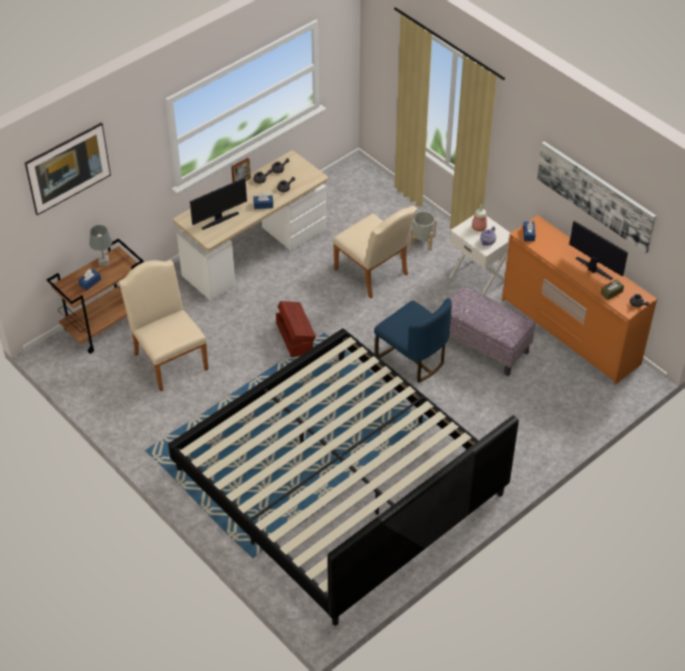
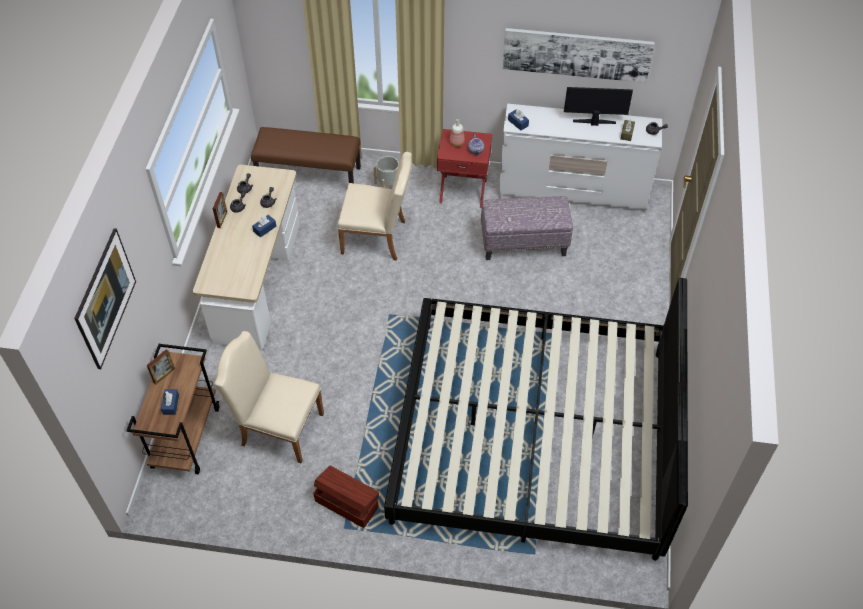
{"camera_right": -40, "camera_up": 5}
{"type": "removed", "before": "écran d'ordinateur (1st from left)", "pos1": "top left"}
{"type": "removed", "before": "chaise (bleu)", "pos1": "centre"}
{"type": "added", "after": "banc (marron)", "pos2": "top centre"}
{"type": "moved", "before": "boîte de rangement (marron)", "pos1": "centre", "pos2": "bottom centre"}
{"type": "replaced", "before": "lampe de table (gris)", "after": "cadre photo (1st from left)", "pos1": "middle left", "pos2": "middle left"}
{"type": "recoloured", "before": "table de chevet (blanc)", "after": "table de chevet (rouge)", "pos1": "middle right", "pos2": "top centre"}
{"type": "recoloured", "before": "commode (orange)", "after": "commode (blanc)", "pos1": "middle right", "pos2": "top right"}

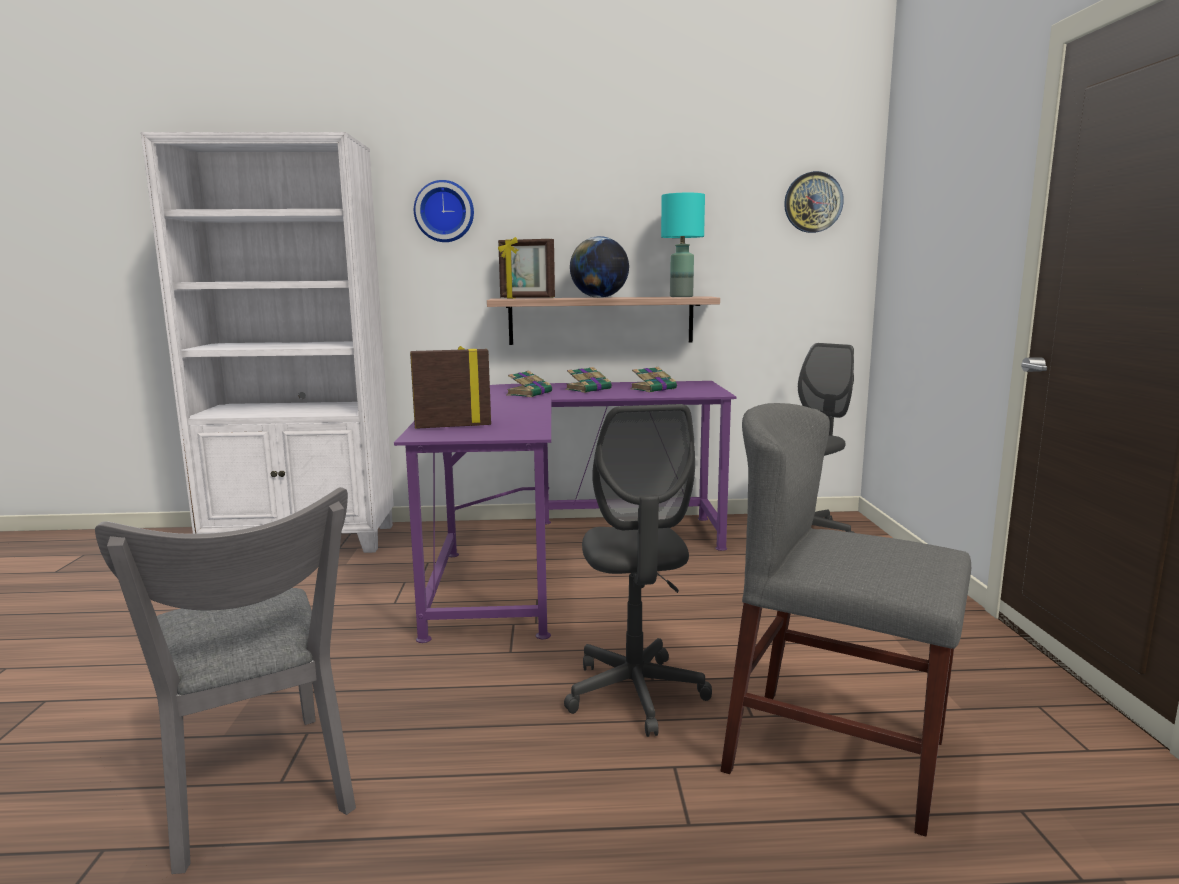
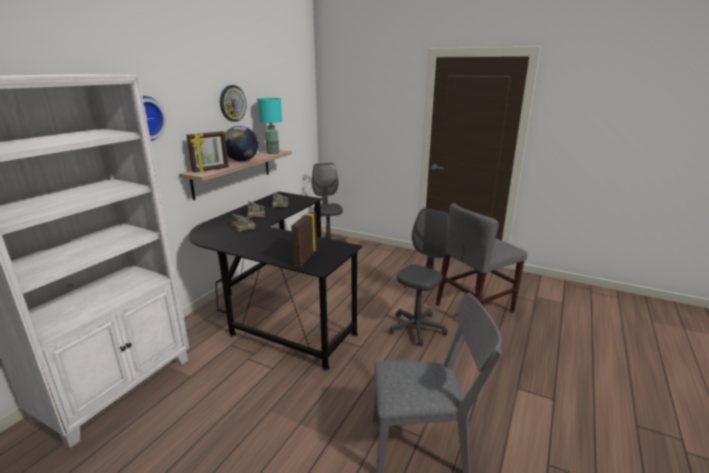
{"camera_right": -60, "camera_up": 10}
{"type": "moved", "before": "horloge murale (2nd from left)", "pos1": "top right", "pos2": "top left"}
{"type": "recoloured", "before": "bureau (violet)", "after": "bureau (noir)", "pos1": "centre", "pos2": "centre"}
{"type": "turned", "before": "chaise de bureau (gris) (1st from left in the first image)", "pos1": "centre", "pos2": "centre", "turn": -75}

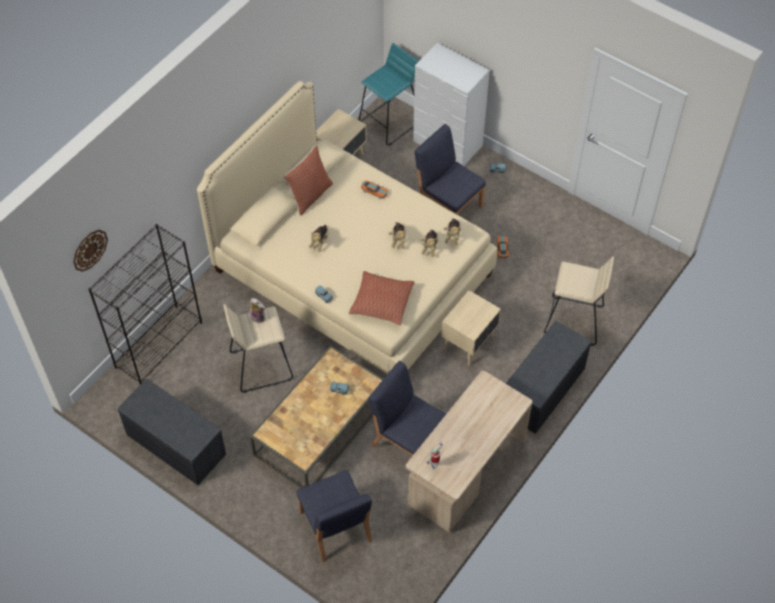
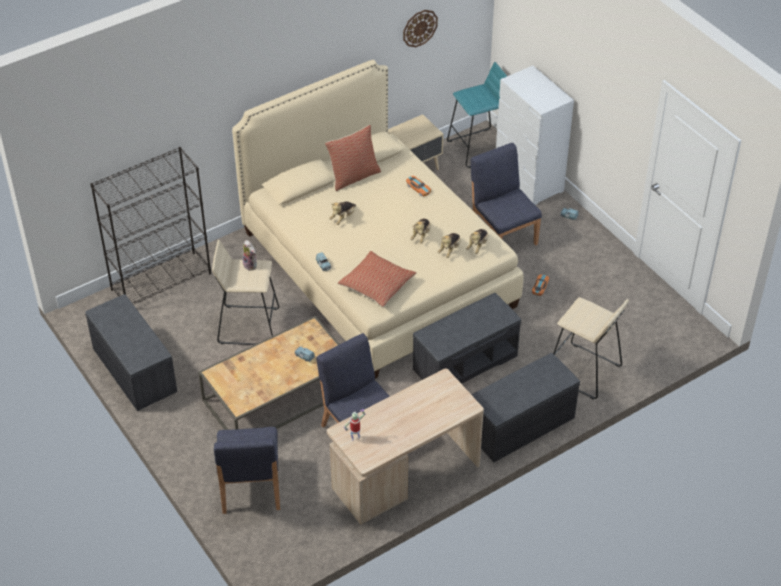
{"camera_right": 20, "camera_up": -10}
{"type": "moved", "before": "horloge murale", "pos1": "middle left", "pos2": "top centre"}
{"type": "replaced", "before": "table de chevet (beige) (2nd from left)", "after": "banc (gris) (2nd from left)", "pos1": "centre", "pos2": "centre"}

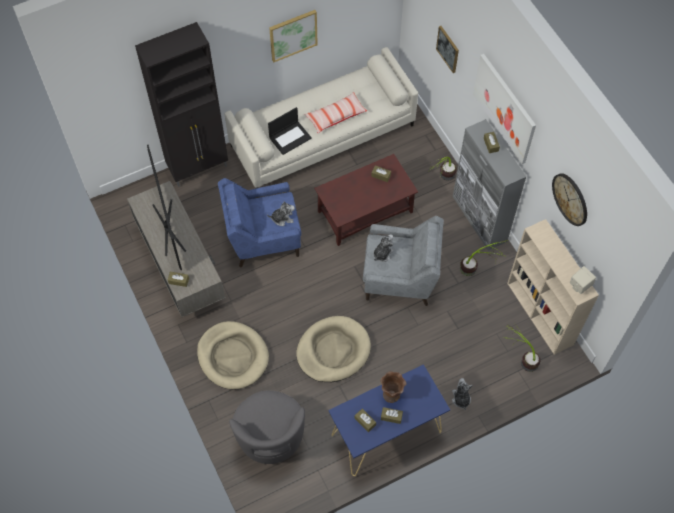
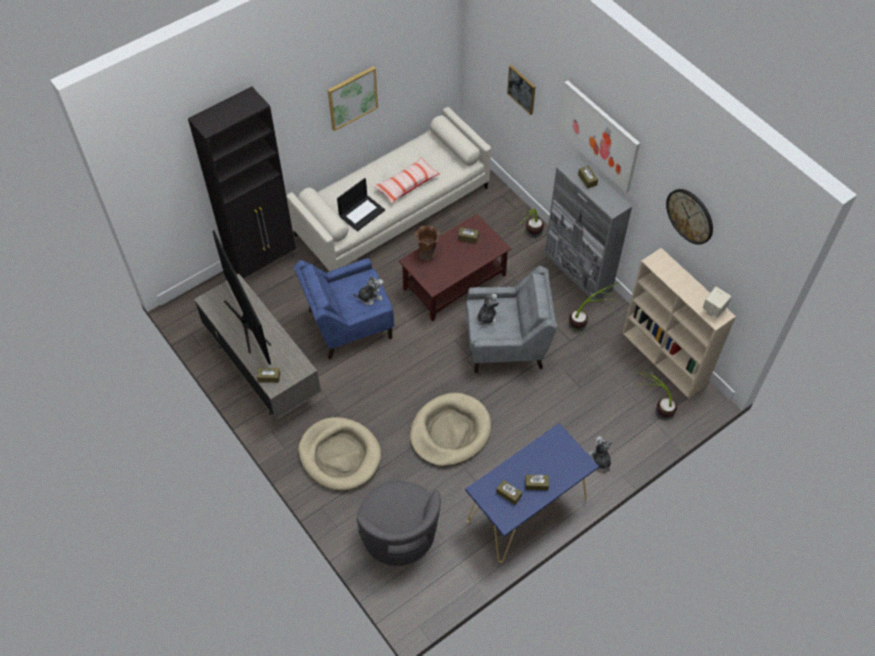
{"camera_right": -10, "camera_up": -5}
{"type": "moved", "before": "vase (marron)", "pos1": "bottom centre", "pos2": "centre"}

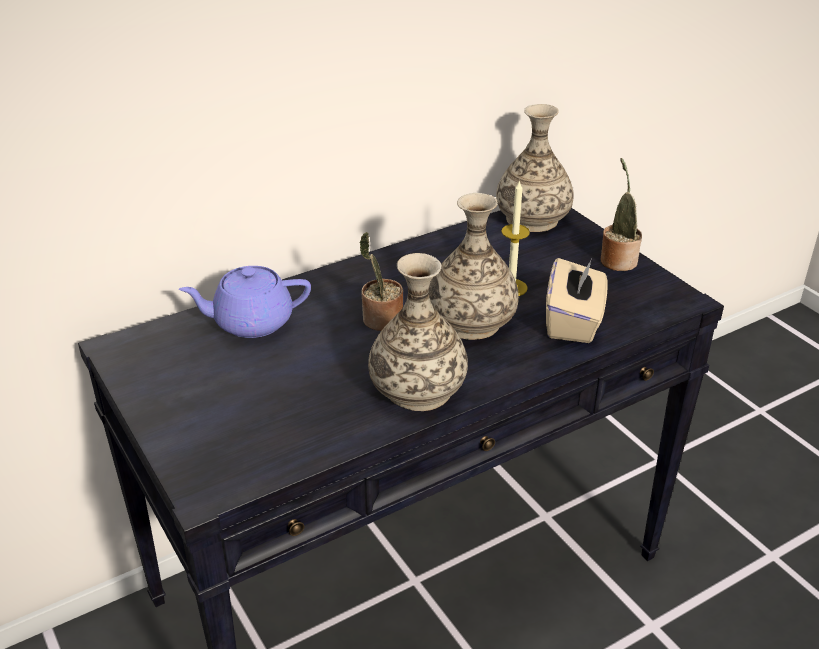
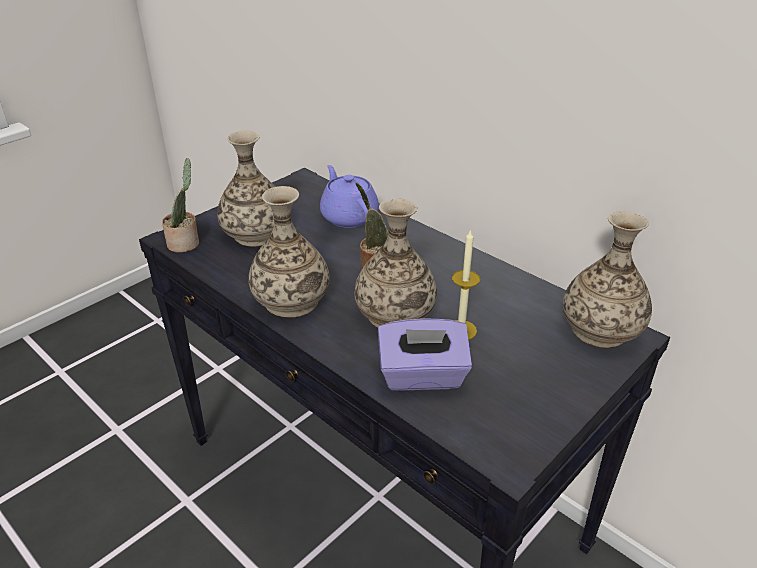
{"camera_right": 75, "camera_up": 0}
{"type": "added", "after": "vase (1st from left)", "pos2": "top left"}
{"type": "moved", "before": "plante en pot (2nd from left in the first image)", "after": "plante en pot (1st from left)", "pos1": "top right", "pos2": "middle left"}
{"type": "recoloured", "before": "boîte à mouchoirs (beige)", "after": "boîte à mouchoirs (violet)", "pos1": "middle right", "pos2": "centre"}

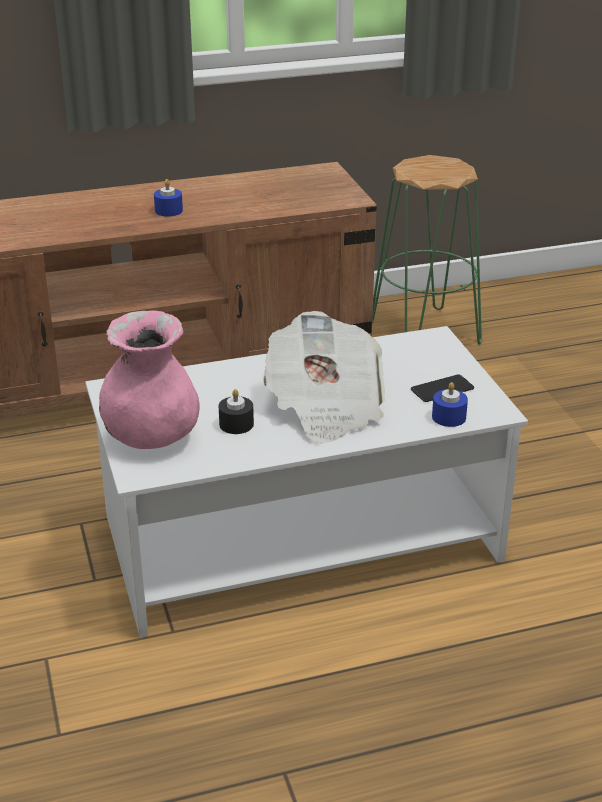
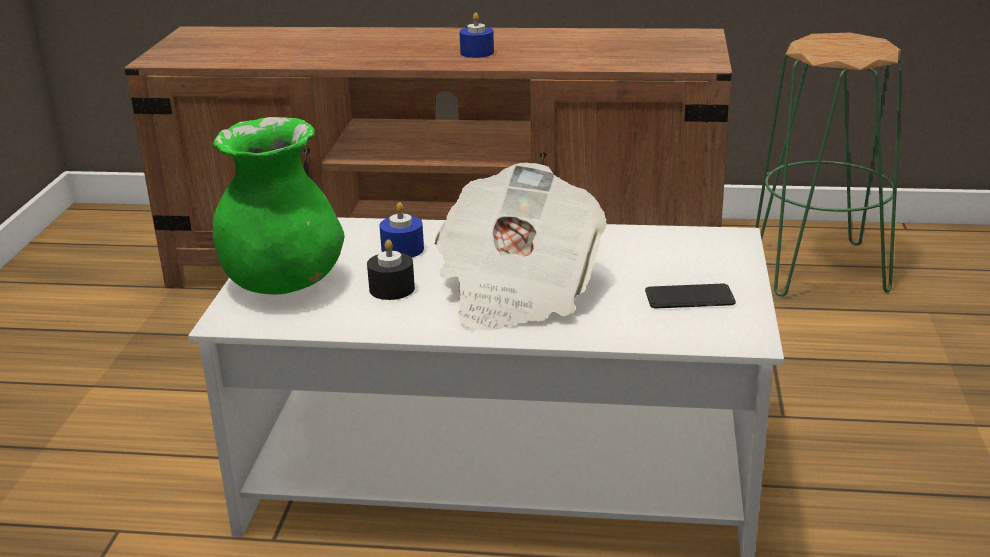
{"camera_right": 25, "camera_up": -5}
{"type": "moved", "before": "bougie (bleu) (2nd from left in the first image)", "after": "bougie (bleu) (1st from left)", "pos1": "middle right", "pos2": "centre"}
{"type": "recoloured", "before": "vase (rose)", "after": "vase (vert)", "pos1": "middle left", "pos2": "middle left"}

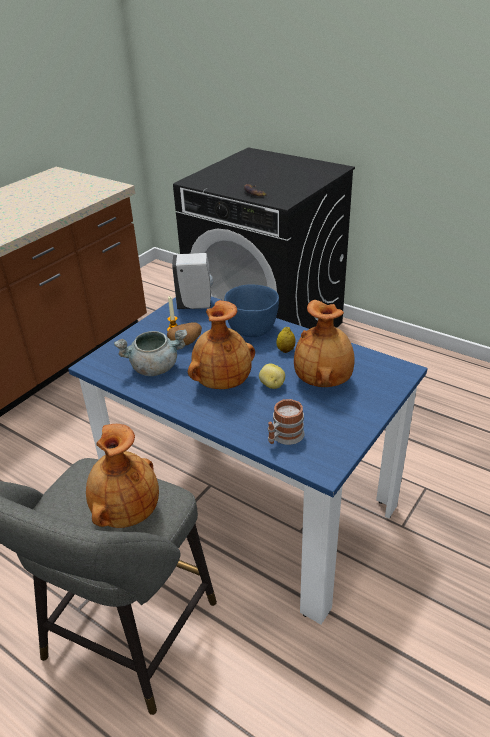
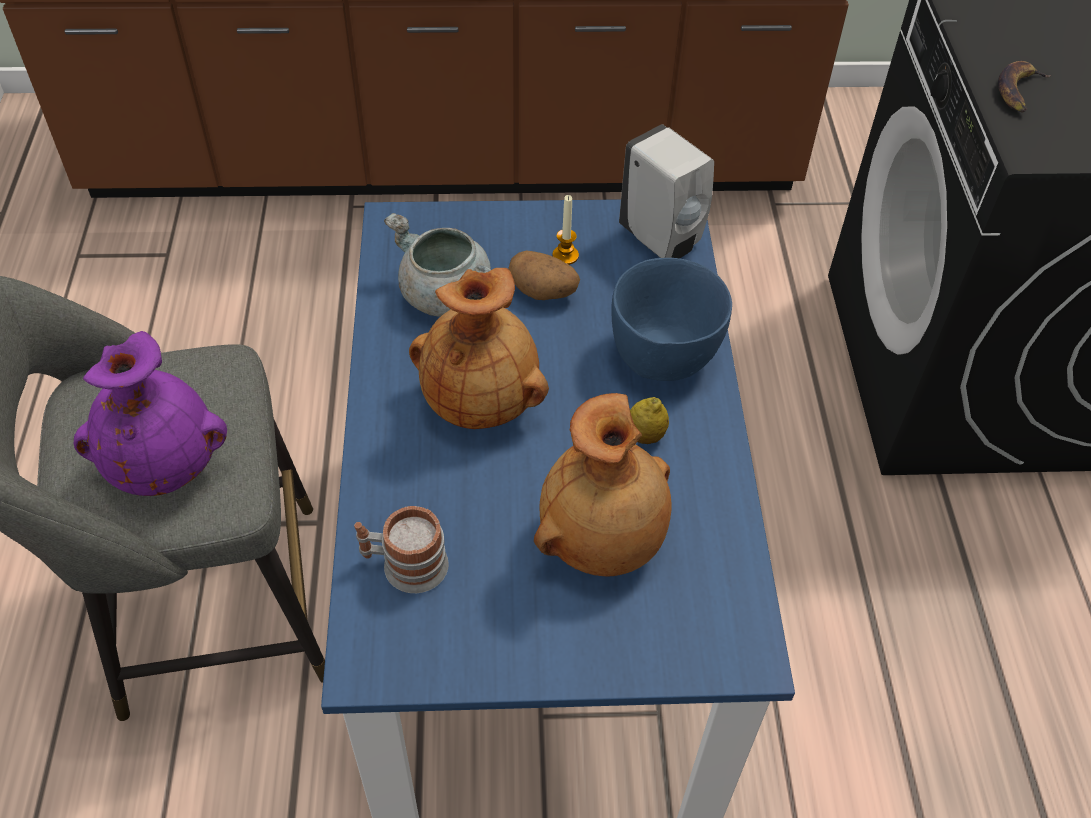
{"camera_right": 50, "camera_up": 15}
{"type": "removed", "before": "pomme de terre (2nd from left)", "pos1": "centre"}
{"type": "recoloured", "before": "vase (marron) (1st from left)", "after": "vase (violet)", "pos1": "middle left", "pos2": "middle left"}

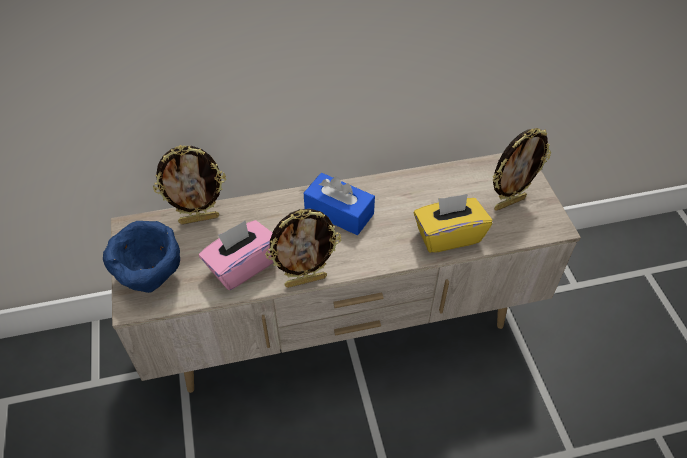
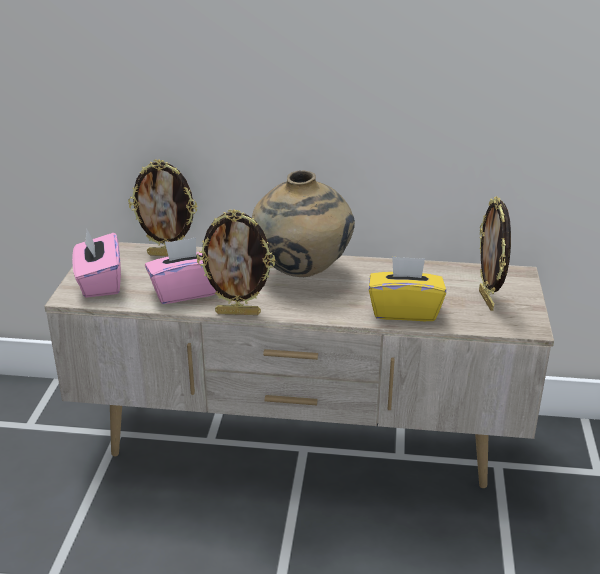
{"camera_right": 20, "camera_up": -20}
{"type": "replaced", "before": "bol (bleu)", "after": "boîte à mouchoirs (rose) (1st from left)", "pos1": "middle left", "pos2": "middle left"}
{"type": "replaced", "before": "boîte à mouchoirs (bleu)", "after": "vase (beige)", "pos1": "centre", "pos2": "centre"}
{"type": "turned", "before": "cadre photo (3rd from left)", "pos1": "middle right", "pos2": "middle right", "turn": 90}

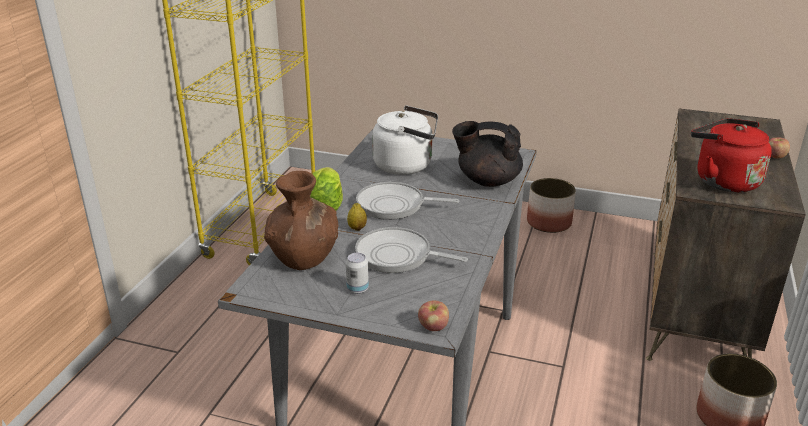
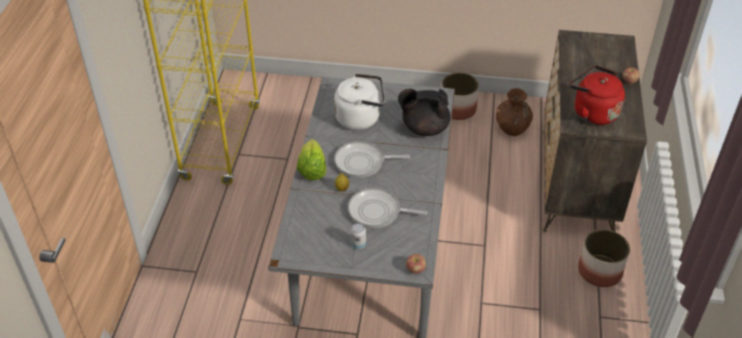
{"camera_right": -10, "camera_up": 15}
{"type": "moved", "before": "vase (marron)", "pos1": "centre", "pos2": "top right"}

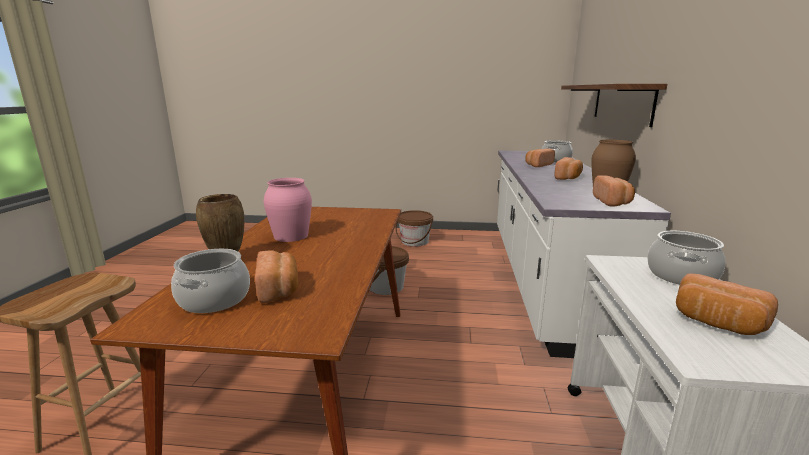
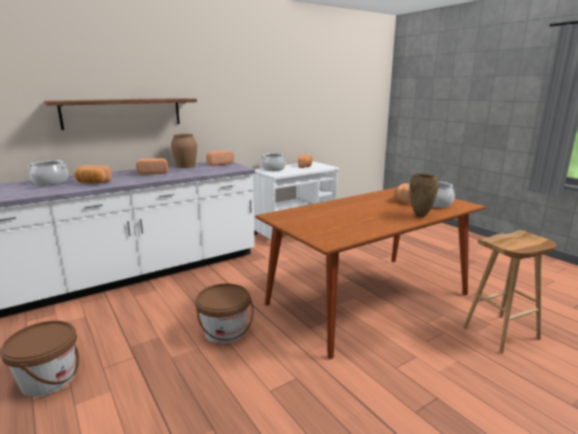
{"camera_right": -130, "camera_up": 0}
{"type": "removed", "before": "vase (rose)", "pos1": "centre"}

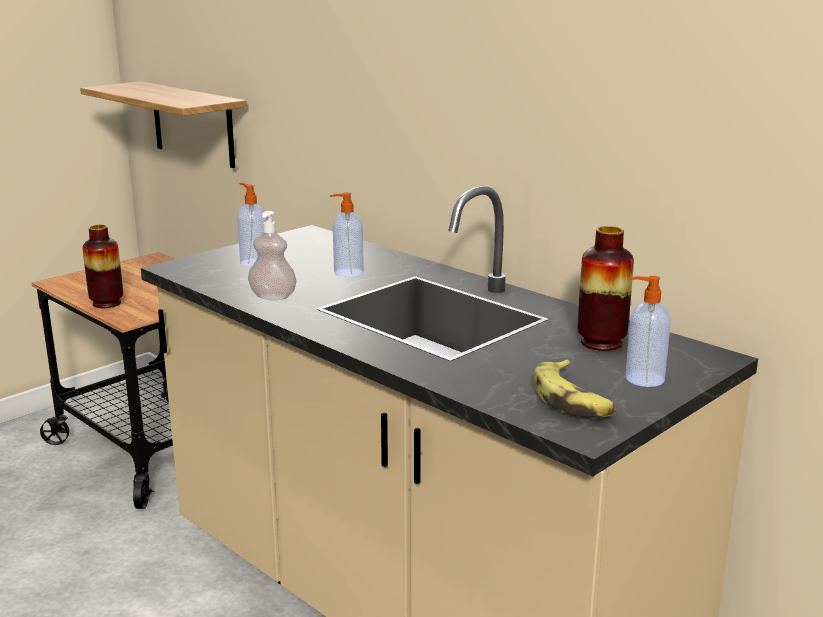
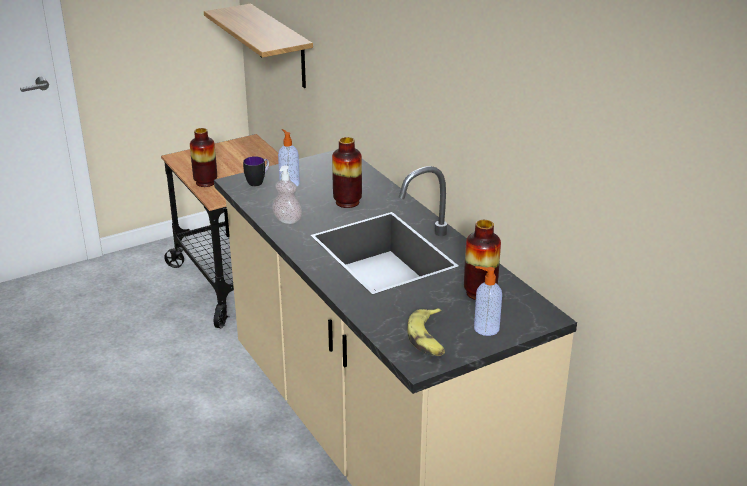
{"camera_right": 15, "camera_up": 10}
{"type": "added", "after": "mug", "pos2": "centre"}
{"type": "replaced", "before": "distributeur de savon (3rd from left)", "after": "vase (2nd from left)", "pos1": "centre", "pos2": "centre"}

